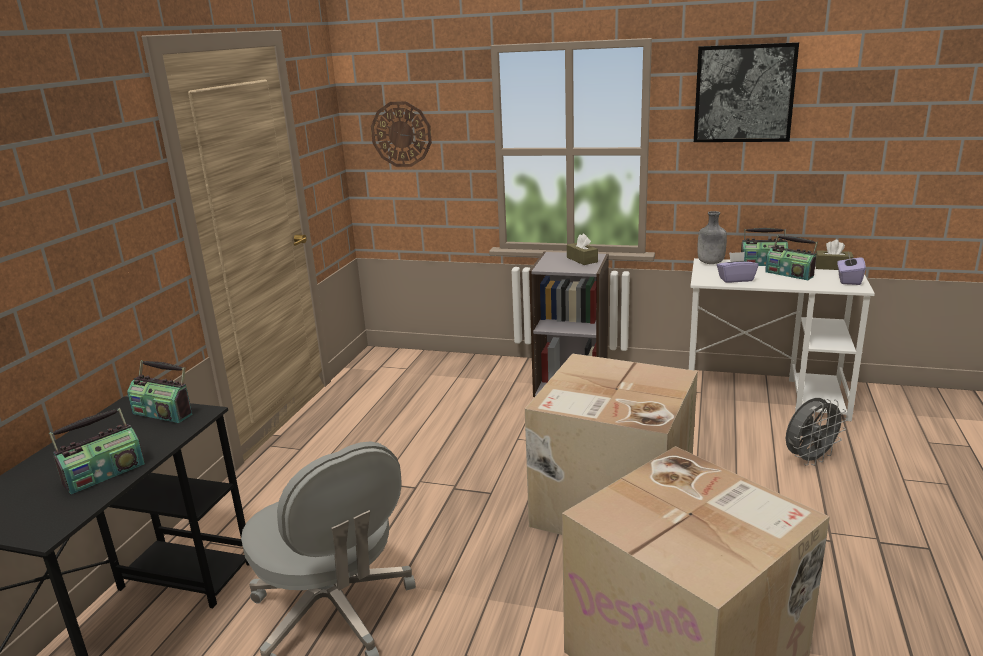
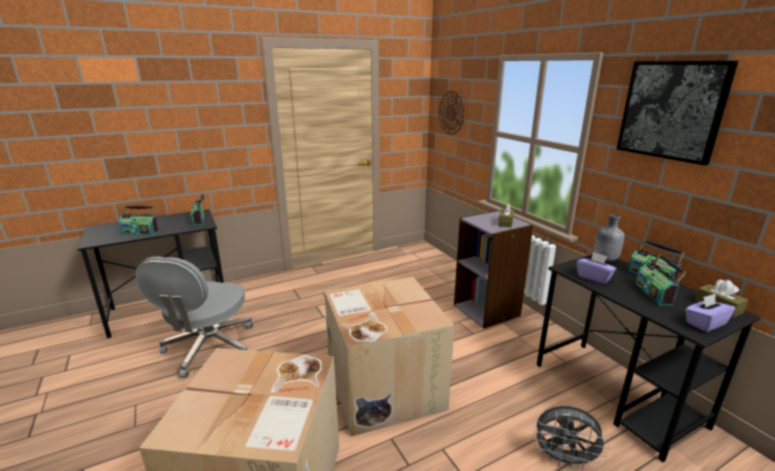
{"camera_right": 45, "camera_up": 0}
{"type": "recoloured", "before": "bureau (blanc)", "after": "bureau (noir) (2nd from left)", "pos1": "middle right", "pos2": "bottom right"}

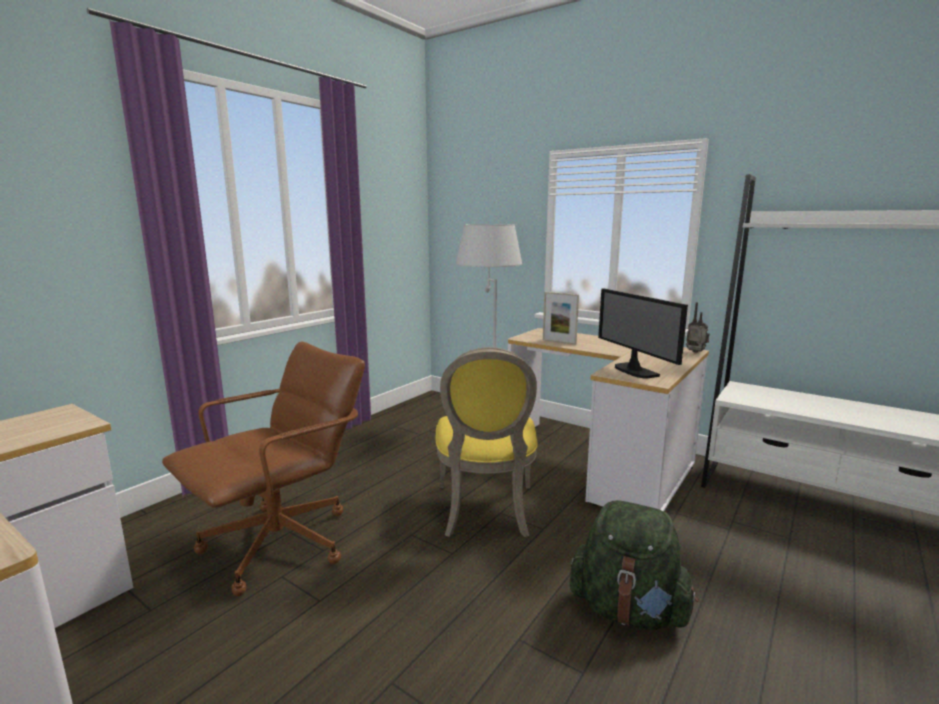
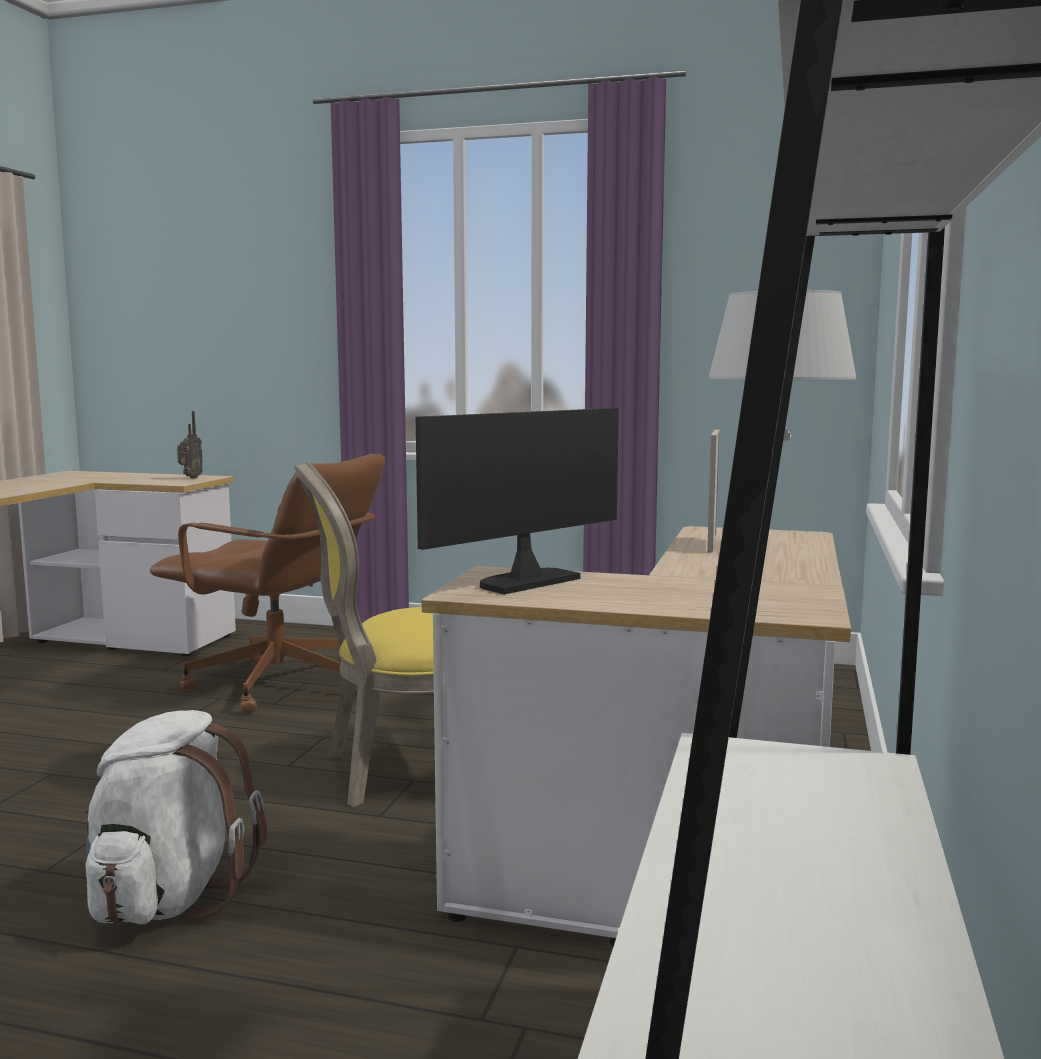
{"camera_right": 70, "camera_up": -5}
{"type": "moved", "before": "radio", "pos1": "middle right", "pos2": "middle left"}
{"type": "recoloured", "before": "sac à dos (vert)", "after": "sac à dos (blanc)", "pos1": "bottom right", "pos2": "bottom left"}

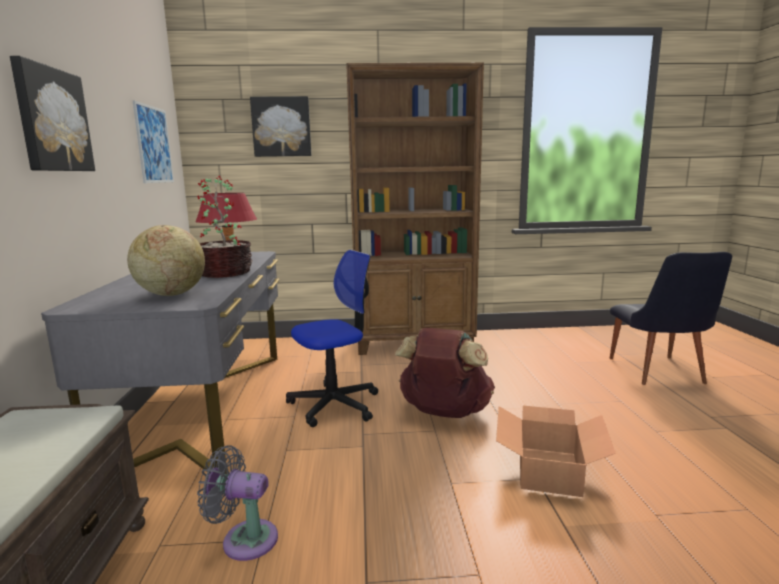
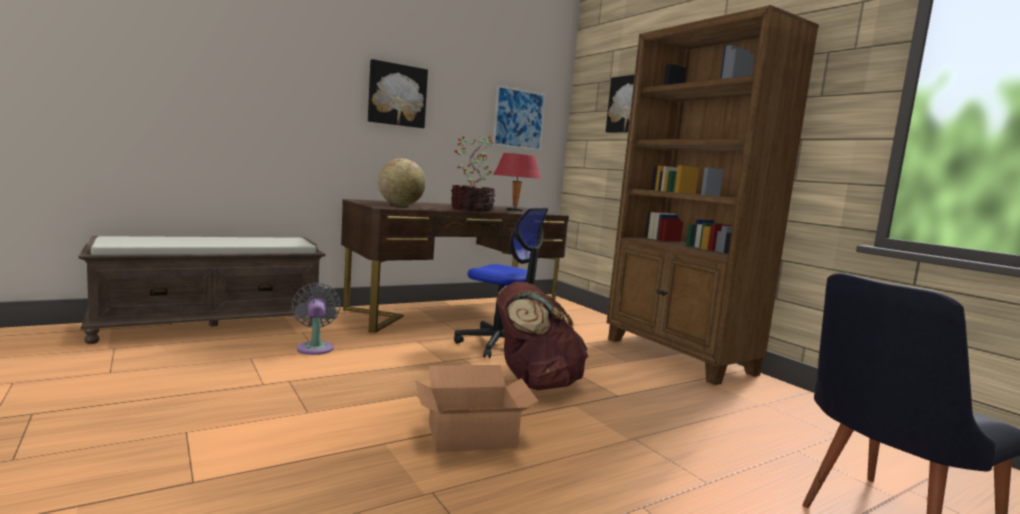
{"camera_right": 60, "camera_up": -5}
{"type": "recoloured", "before": "bureau (gris)", "after": "bureau (marron)", "pos1": "middle left", "pos2": "centre"}

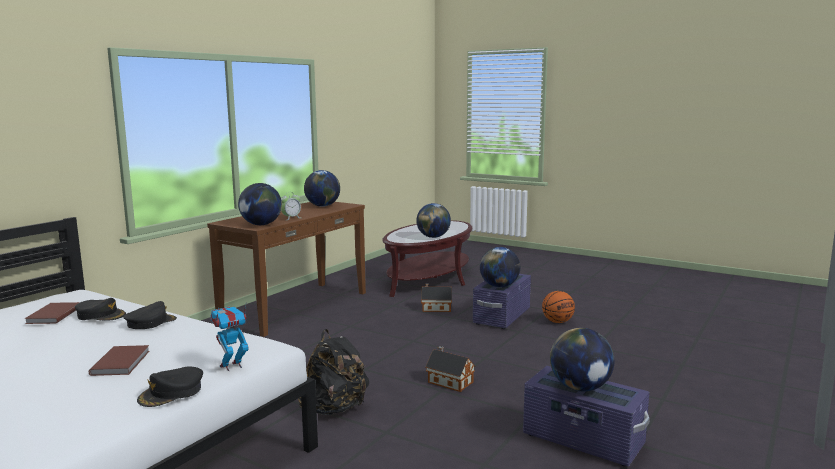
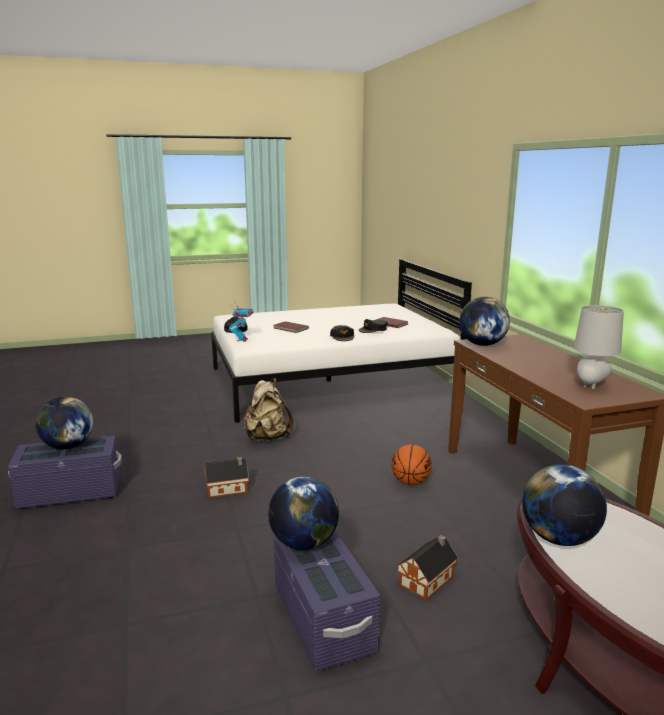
{"camera_right": 130, "camera_up": 5}
{"type": "removed", "before": "réveil", "pos1": "centre"}
{"type": "moved", "before": "ballon de basket", "pos1": "middle right", "pos2": "centre"}
{"type": "replaced", "before": "globe (2nd from left)", "after": "lampe de table (gris)", "pos1": "centre", "pos2": "middle right"}
{"type": "recoloured", "before": "sac à dos (noir)", "after": "sac à dos (beige)", "pos1": "bottom centre", "pos2": "centre"}

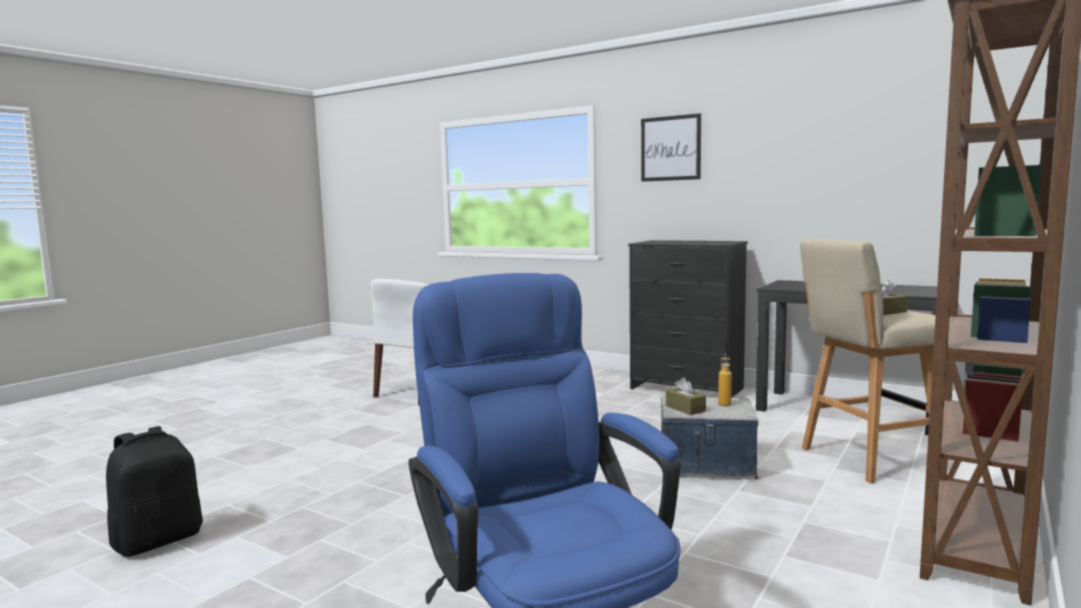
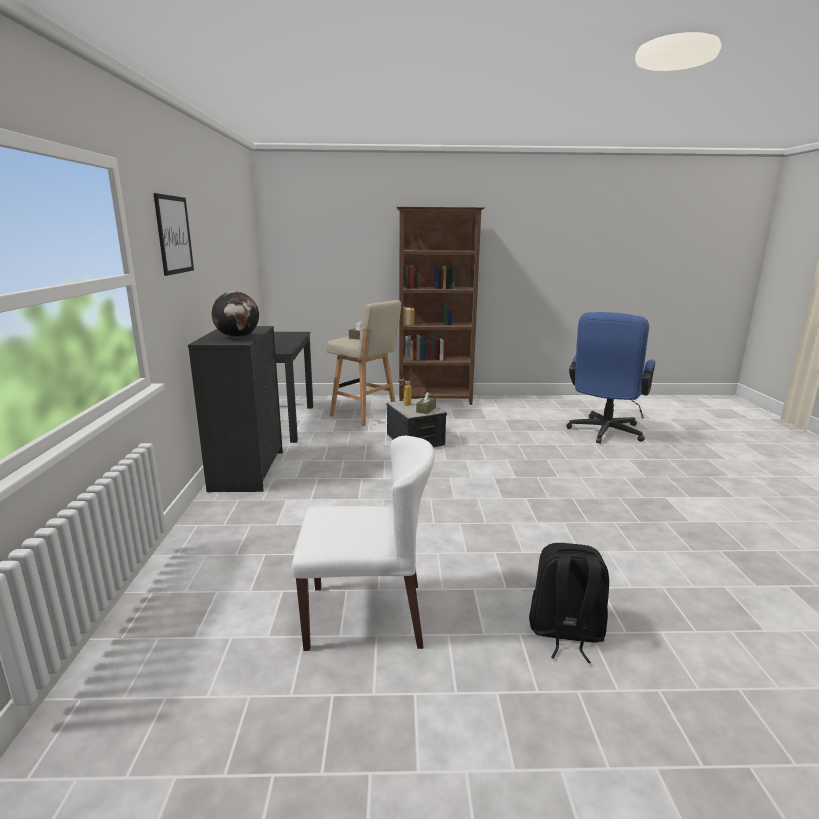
{"camera_right": -125, "camera_up": 10}
{"type": "added", "after": "globe", "pos2": "middle left"}
{"type": "moved", "before": "sac à dos (noir)", "pos1": "bottom left", "pos2": "bottom right"}

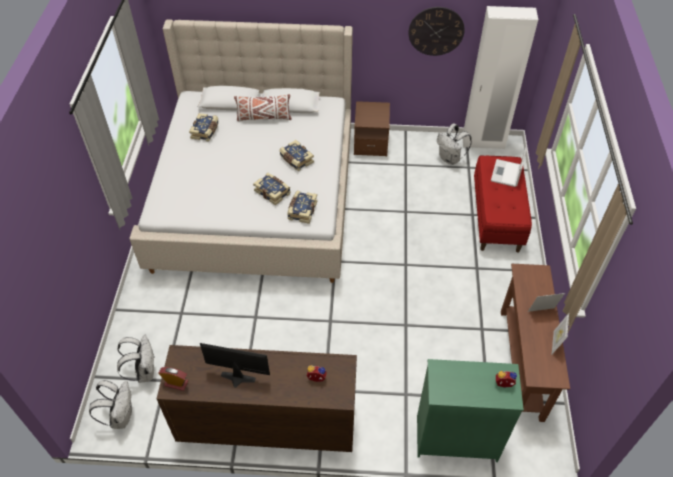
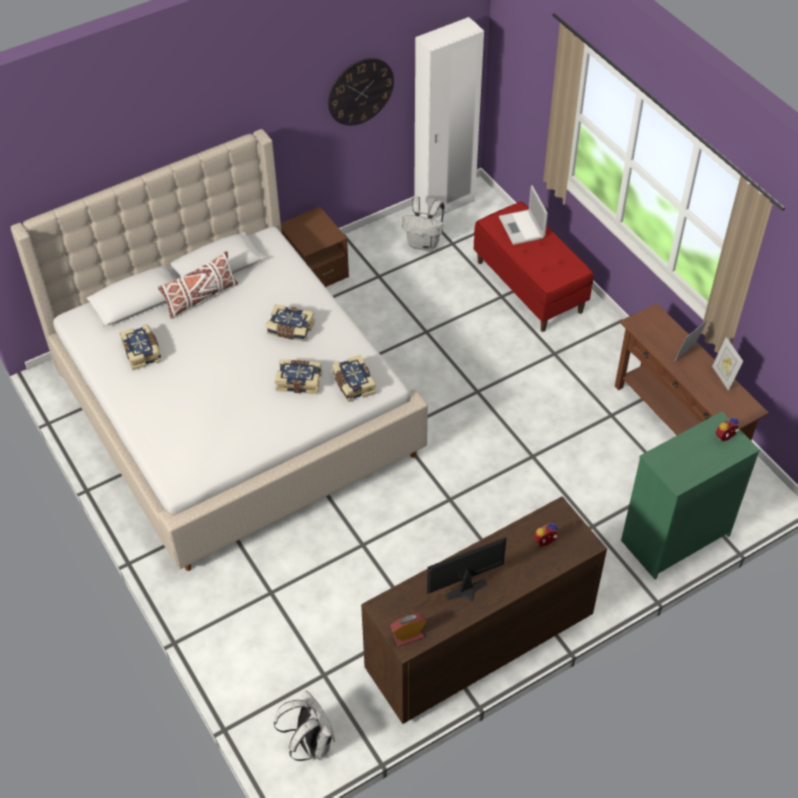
{"camera_right": -35, "camera_up": 0}
{"type": "removed", "before": "sac à dos (blanc) (2nd from left)", "pos1": "bottom left"}

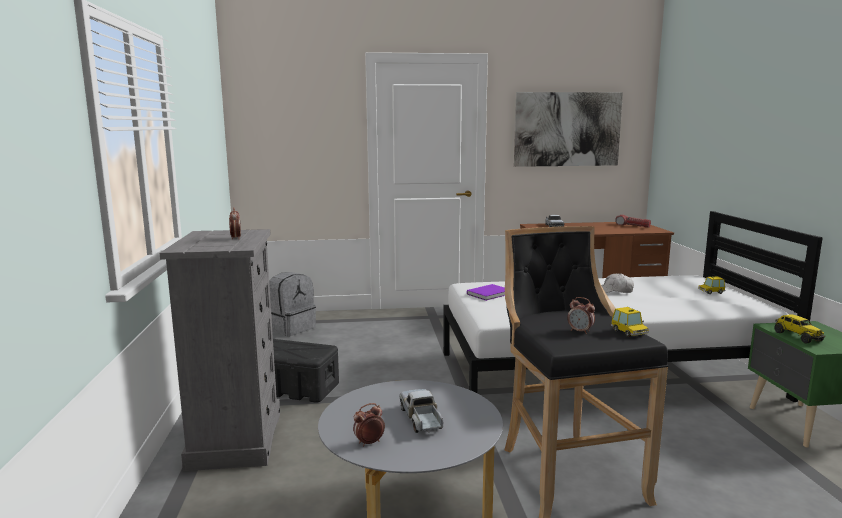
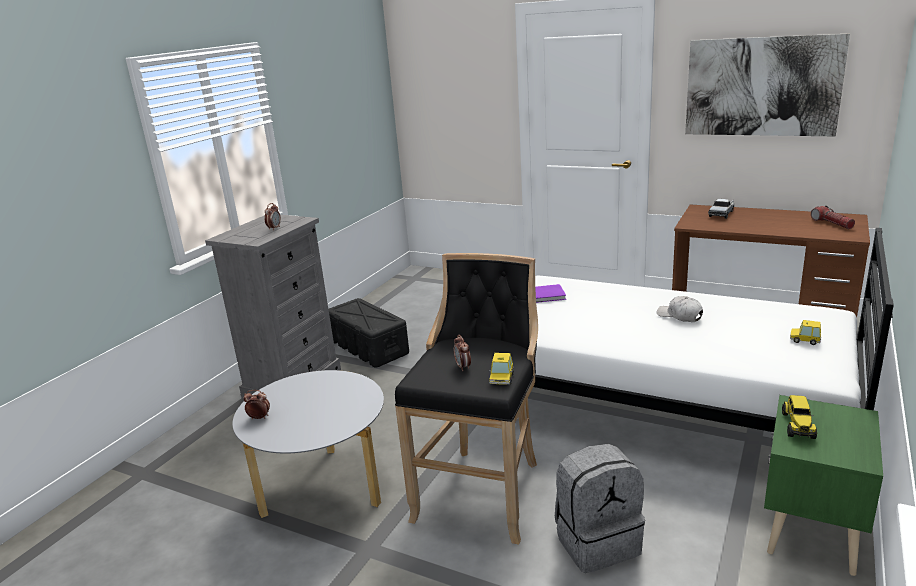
{"camera_right": 35, "camera_up": 10}
{"type": "removed", "before": "camion jouet (1st from left)", "pos1": "bottom centre"}
{"type": "moved", "before": "sac à dos (gris)", "pos1": "centre", "pos2": "bottom centre"}

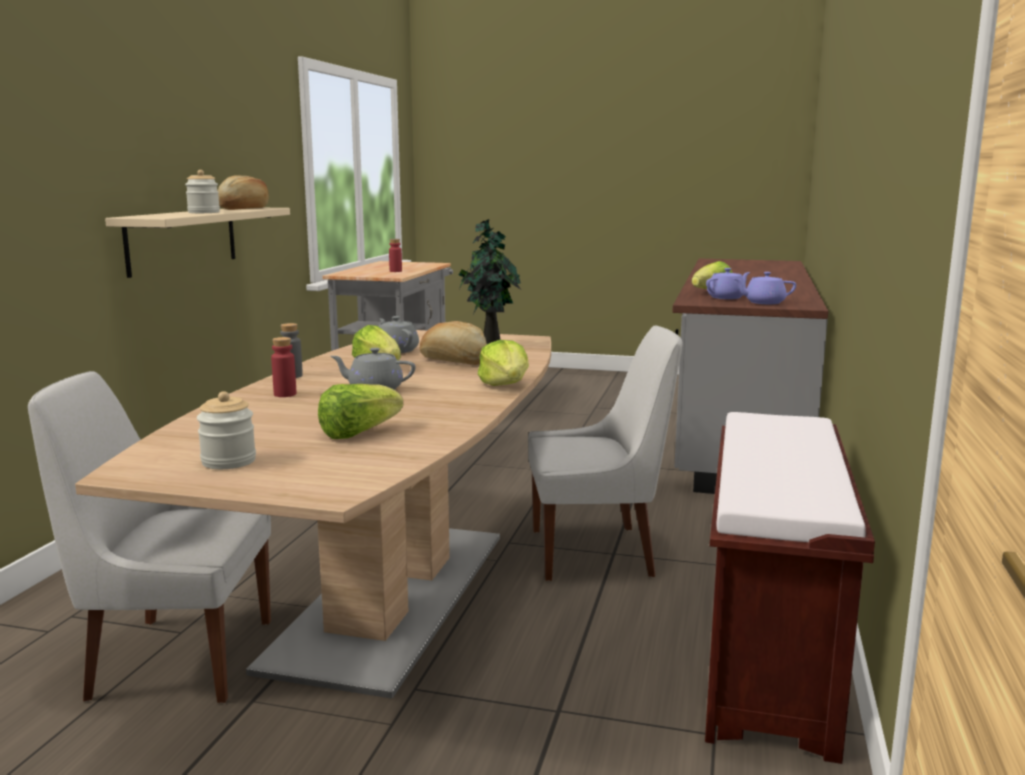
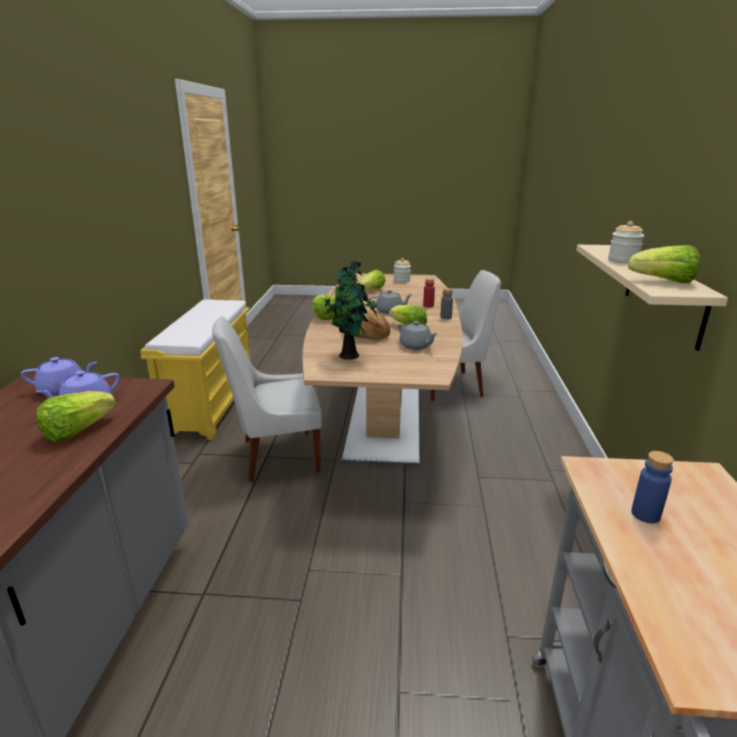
{"camera_right": 170, "camera_up": 10}
{"type": "replaced", "before": "pain (1st from left)", "after": "laitue (5th from left)", "pos1": "top left", "pos2": "middle right"}
{"type": "recoloured", "before": "bouteille (rouge) (2nd from left)", "after": "bouteille (bleu)", "pos1": "top centre", "pos2": "middle right"}
{"type": "recoloured", "before": "banc (marron)", "after": "banc (jaune)", "pos1": "bottom right", "pos2": "middle left"}

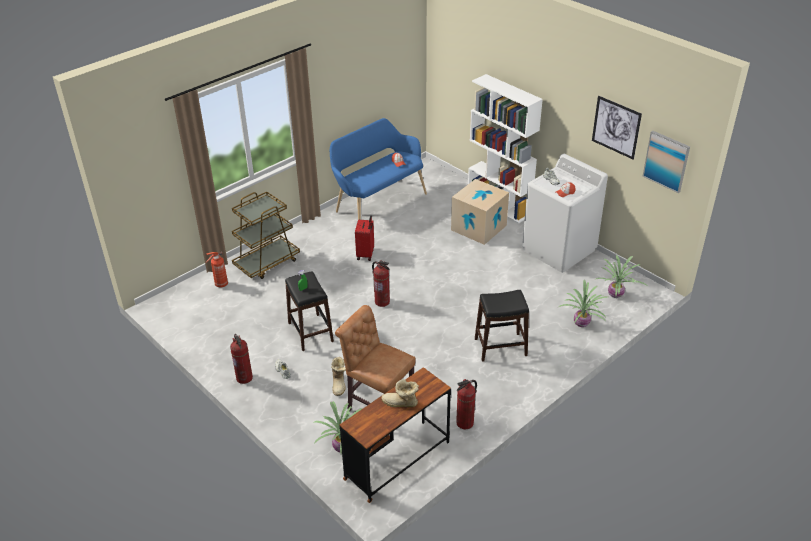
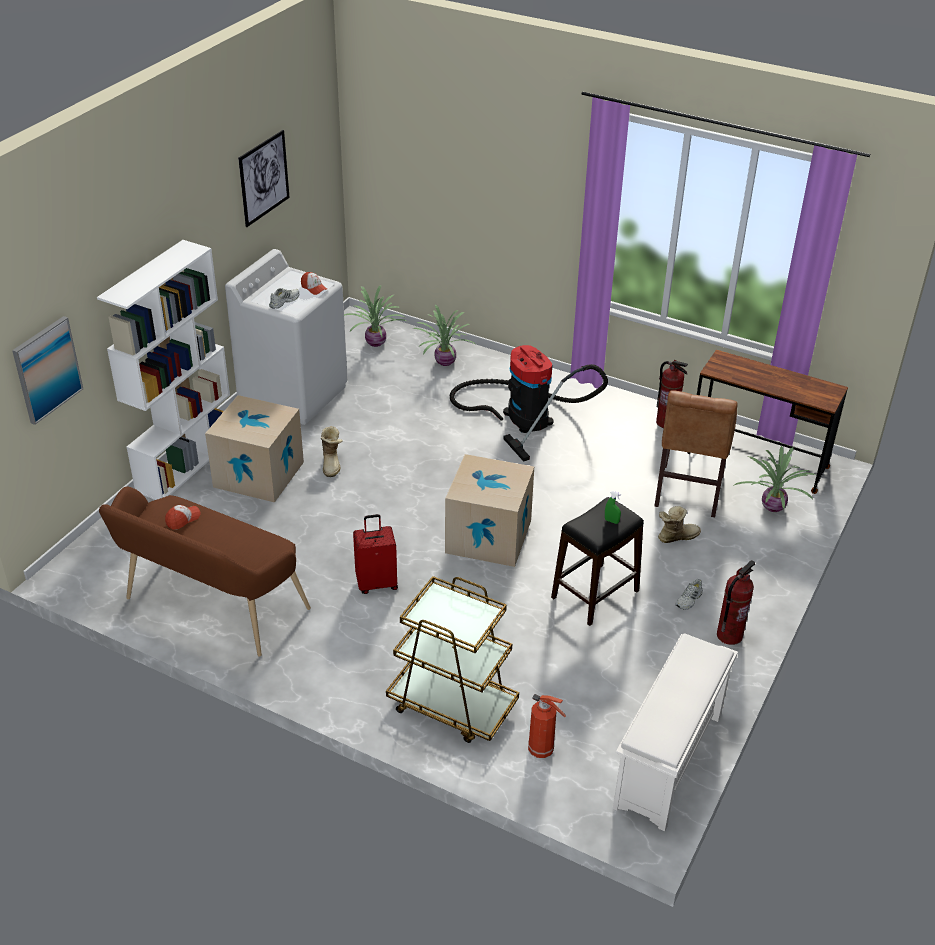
{"camera_right": -110, "camera_up": 0}
{"type": "added", "after": "étagère à chaussures (blanc)", "pos2": "bottom right"}
{"type": "moved", "before": "botte (2nd from left in the first image)", "after": "botte (1st from left)", "pos1": "bottom centre", "pos2": "centre"}
{"type": "moved", "before": "tableau (2nd from left in the first image)", "after": "tableau (1st from left)", "pos1": "top right", "pos2": "middle left"}
{"type": "replaced", "before": "extincteur (3rd from left)", "after": "carton (2nd from left)", "pos1": "centre", "pos2": "centre"}
{"type": "replaced", "before": "tabouret (noir) (2nd from left)", "after": "aspirateur", "pos1": "centre", "pos2": "centre"}
{"type": "recoloured", "before": "banc (bleu)", "after": "banc (marron)", "pos1": "top centre", "pos2": "middle left"}

